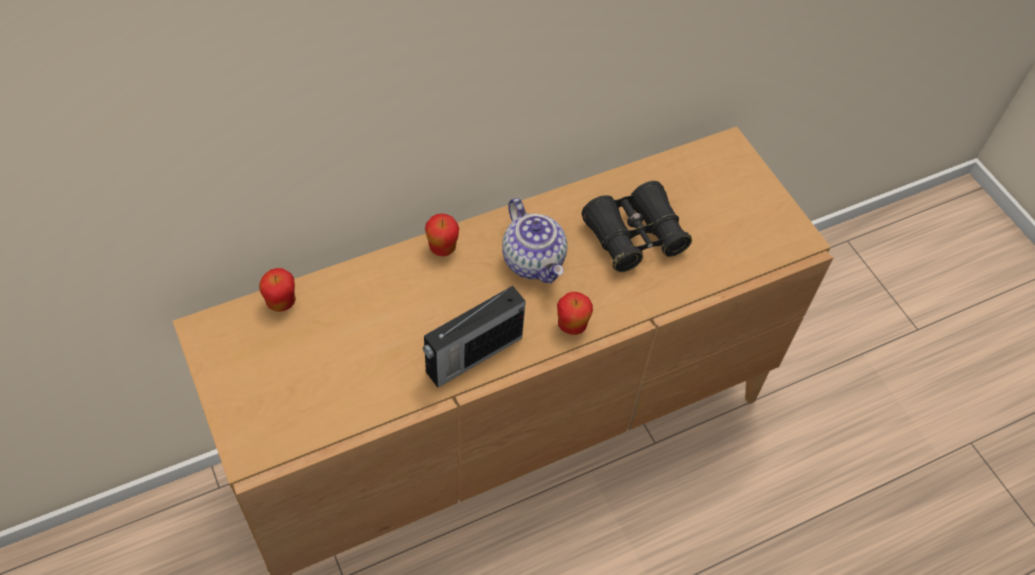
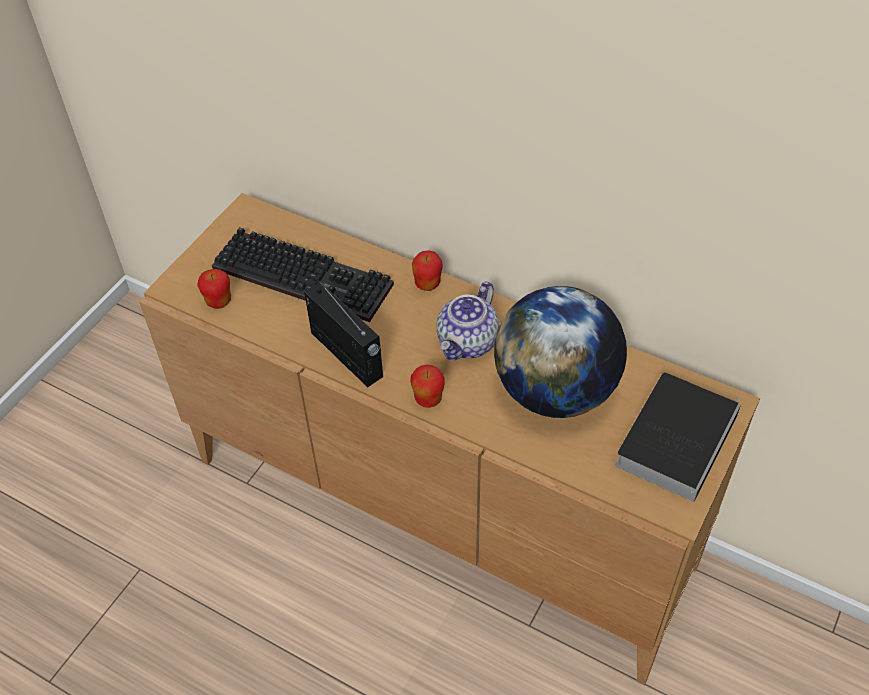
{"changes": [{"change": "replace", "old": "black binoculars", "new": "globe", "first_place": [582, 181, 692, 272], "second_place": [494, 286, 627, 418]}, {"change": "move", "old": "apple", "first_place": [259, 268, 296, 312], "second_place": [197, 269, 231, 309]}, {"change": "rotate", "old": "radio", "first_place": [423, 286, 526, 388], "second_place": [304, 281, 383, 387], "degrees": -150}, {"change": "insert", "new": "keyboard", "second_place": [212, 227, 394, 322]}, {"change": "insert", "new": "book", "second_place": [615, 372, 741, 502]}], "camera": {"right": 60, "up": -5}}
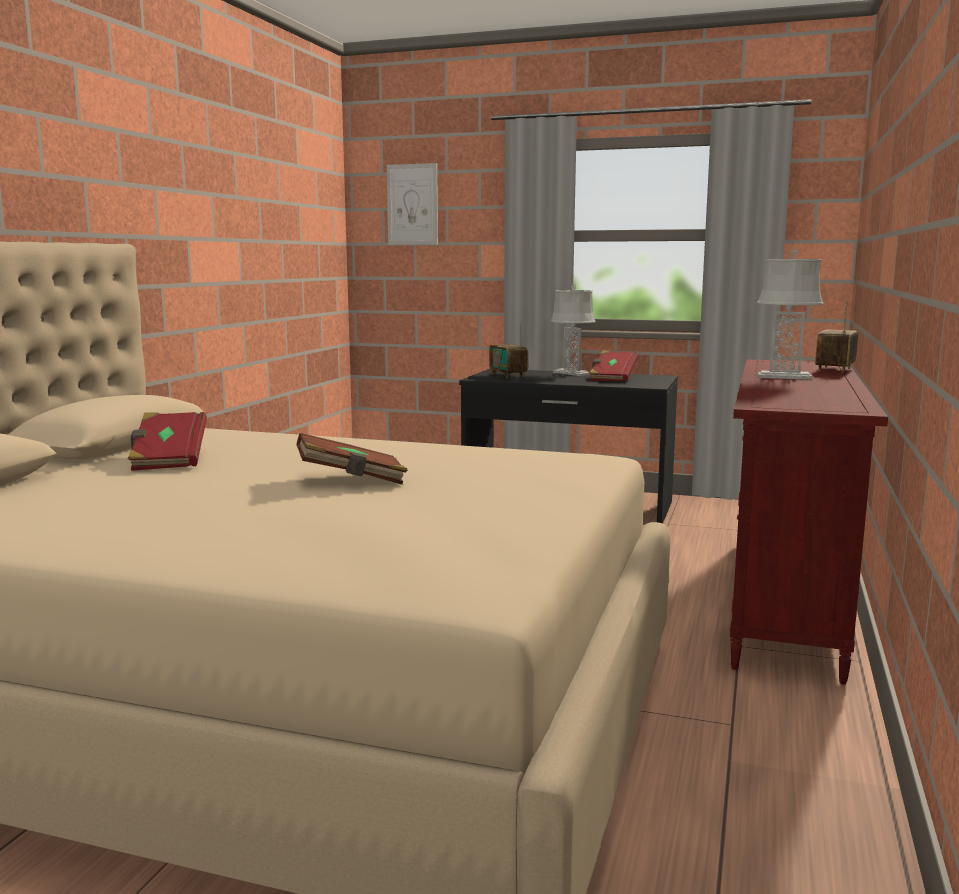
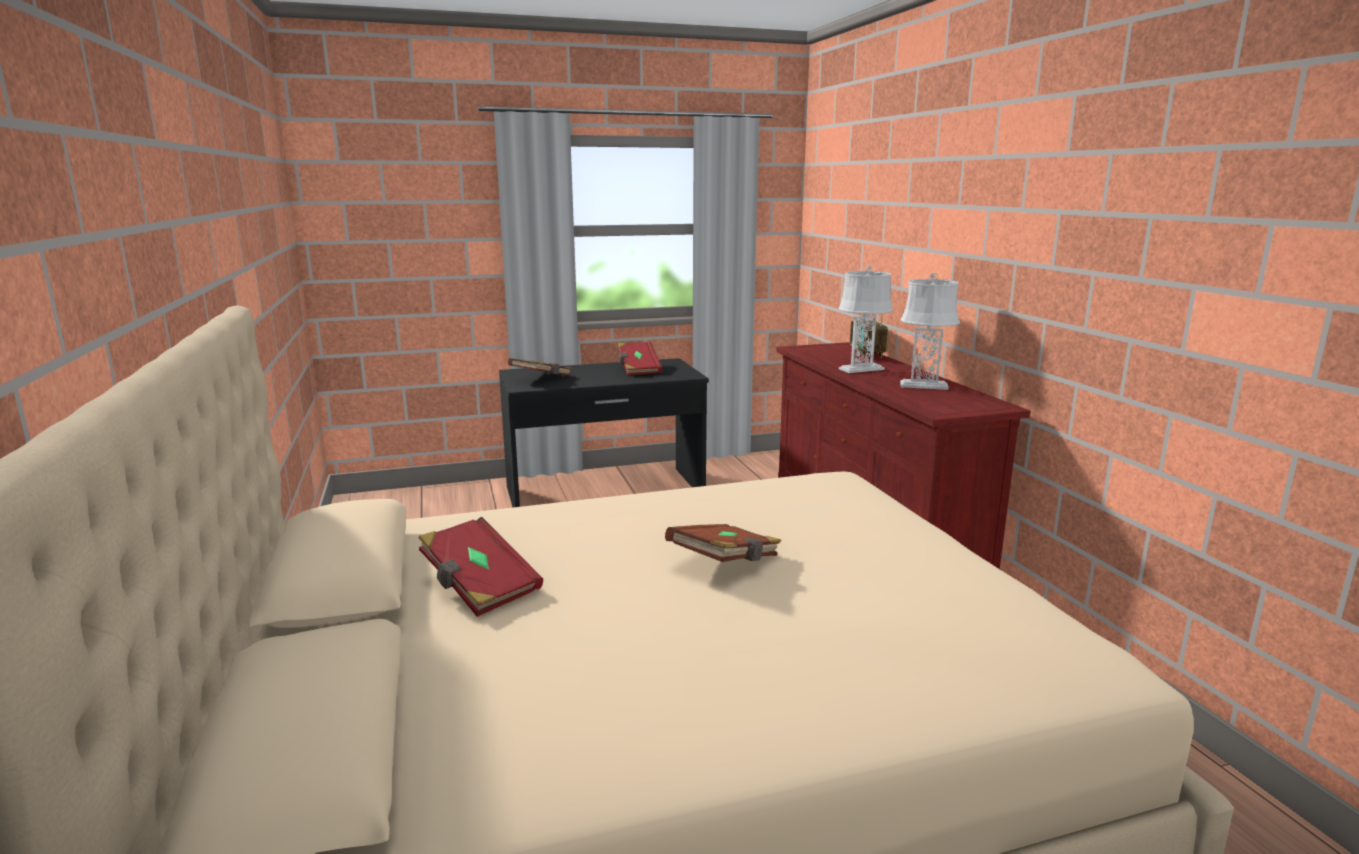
{"changes": [{"change": "delete", "old": "picture", "first_place": [387, 163, 438, 245]}, {"change": "move", "old": "grey table lamp", "first_place": [550, 284, 596, 376], "second_place": [900, 273, 960, 390]}, {"change": "replace", "old": "radio", "new": "brown book", "first_place": [489, 322, 529, 379], "second_place": [508, 358, 572, 376]}], "camera": {"right": -35, "up": 5}}
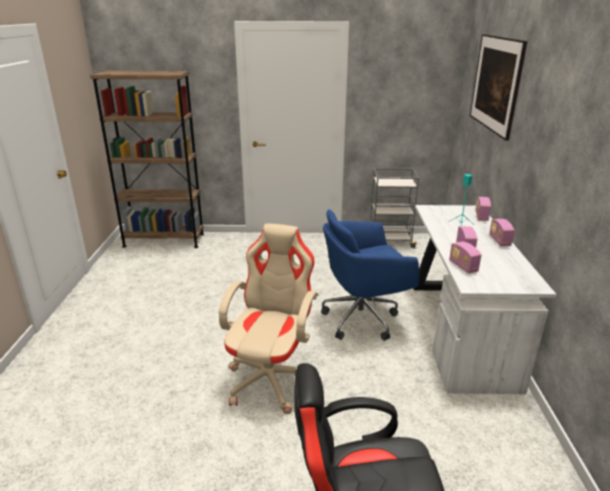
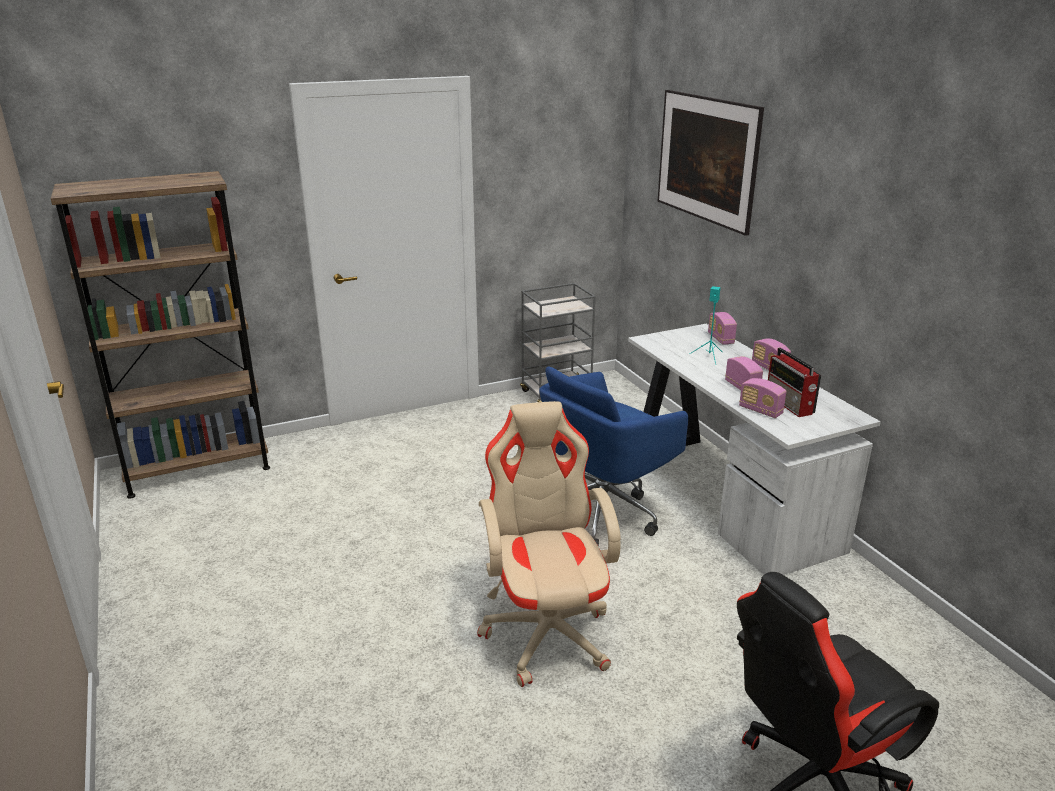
{"changes": [{"change": "insert", "new": "radio", "second_place": [768, 348, 821, 417]}], "camera": {"right": -25, "up": 0}}
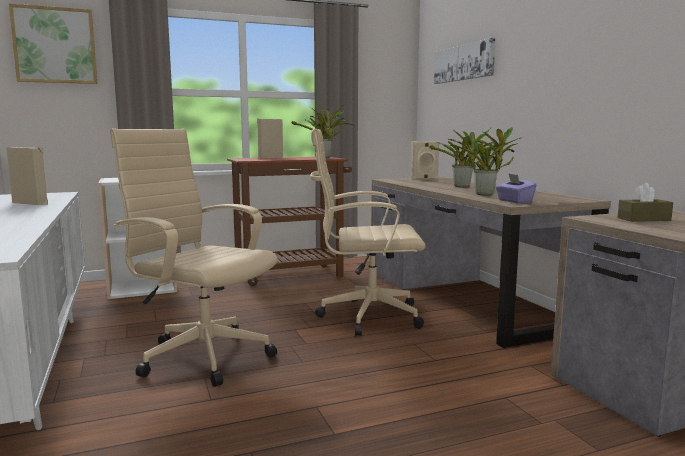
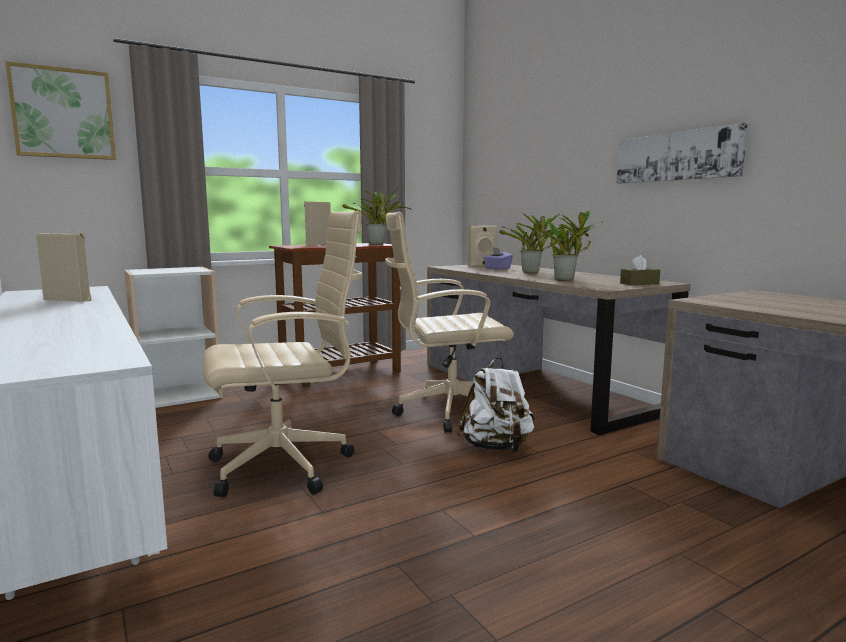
{"changes": [{"change": "move", "old": "picture", "first_place": [434, 38, 496, 84], "second_place": [617, 123, 748, 184]}, {"change": "rotate", "old": "beige office chair", "first_place": [110, 128, 278, 387], "second_place": [203, 211, 362, 498], "degrees": 135}, {"change": "move", "old": "purple tissue box", "first_place": [496, 173, 537, 203], "second_place": [483, 247, 513, 270]}, {"change": "move", "old": "brown tissue box", "first_place": [618, 183, 673, 222], "second_place": [620, 255, 660, 285]}, {"change": "insert", "new": "white backpack", "second_place": [457, 357, 535, 452]}], "camera": {"right": -10, "up": 0}}
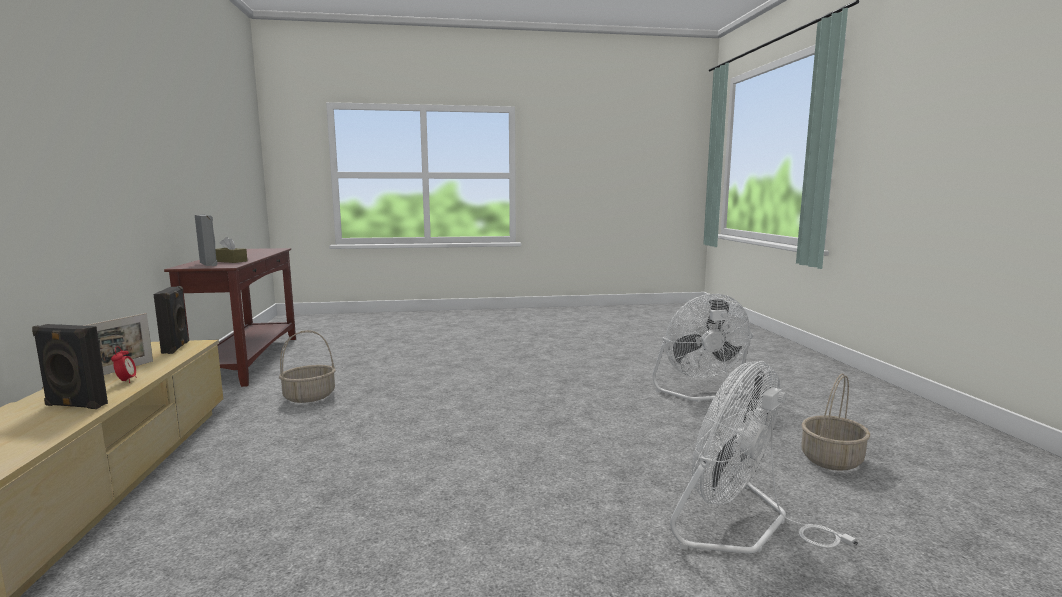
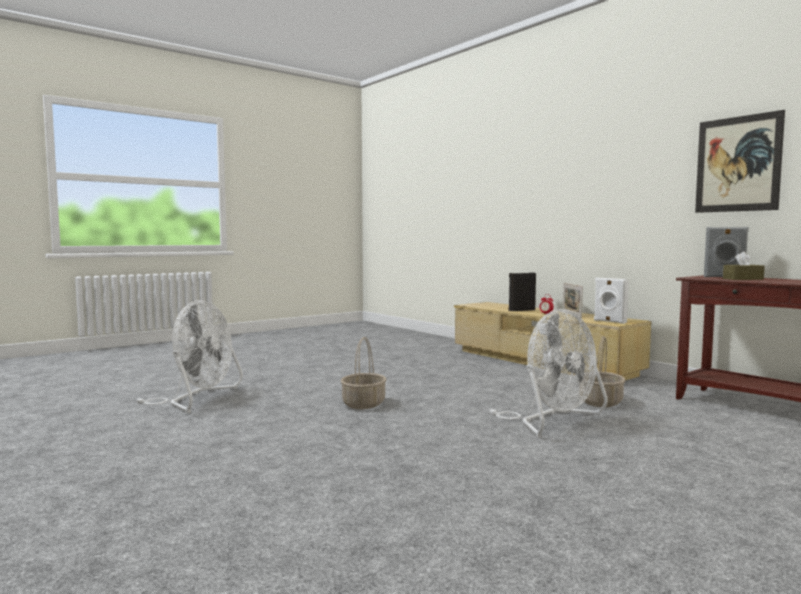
{"changes": [{"change": "recolor", "old": "black speaker", "new": "white speaker", "first_place": [153, 286, 189, 354], "second_place": [594, 278, 629, 324]}, {"change": "move", "old": "white fan", "first_place": [653, 294, 763, 414], "second_place": [489, 309, 607, 438]}, {"change": "move", "old": "basket", "first_place": [801, 374, 870, 471], "second_place": [341, 337, 387, 409]}, {"change": "insert", "new": "picture", "second_place": [695, 110, 785, 213]}], "camera": {"right": 150, "up": -5}}
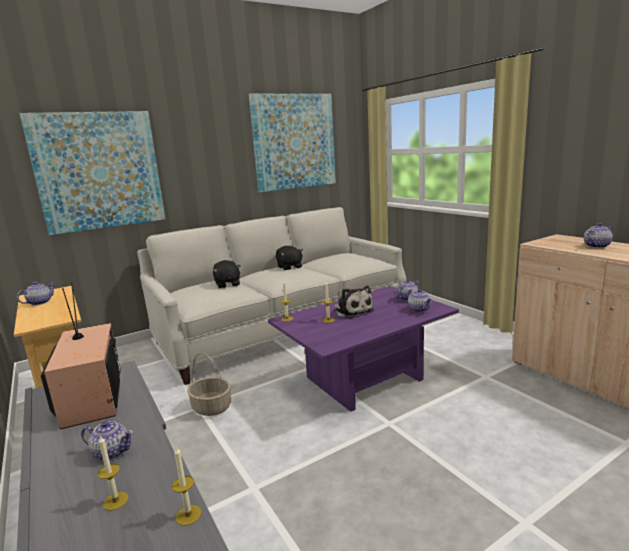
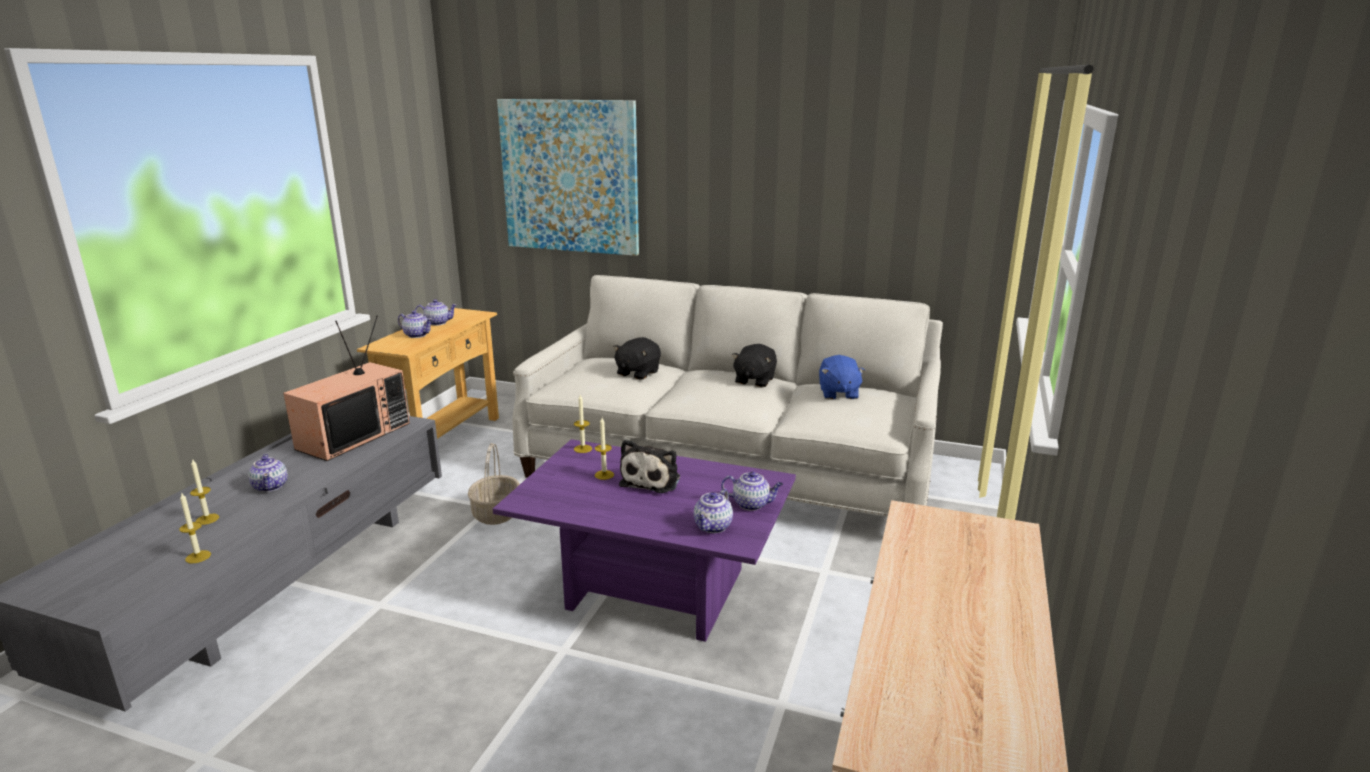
{"changes": [{"change": "delete", "old": "picture", "first_place": [249, 94, 336, 192]}, {"change": "move", "old": "teapot", "first_place": [584, 223, 613, 248], "second_place": [398, 311, 433, 338]}, {"change": "insert", "new": "blue plush toy", "second_place": [819, 355, 866, 399]}], "camera": {"right": 50, "up": 5}}
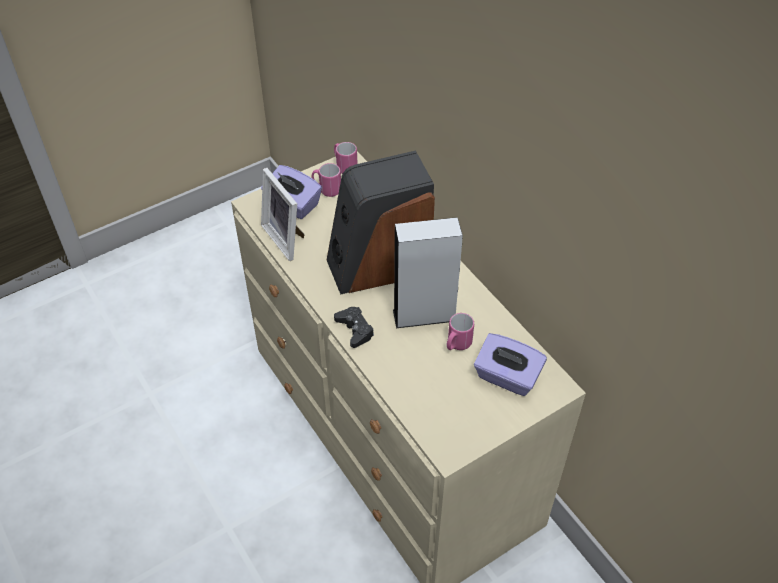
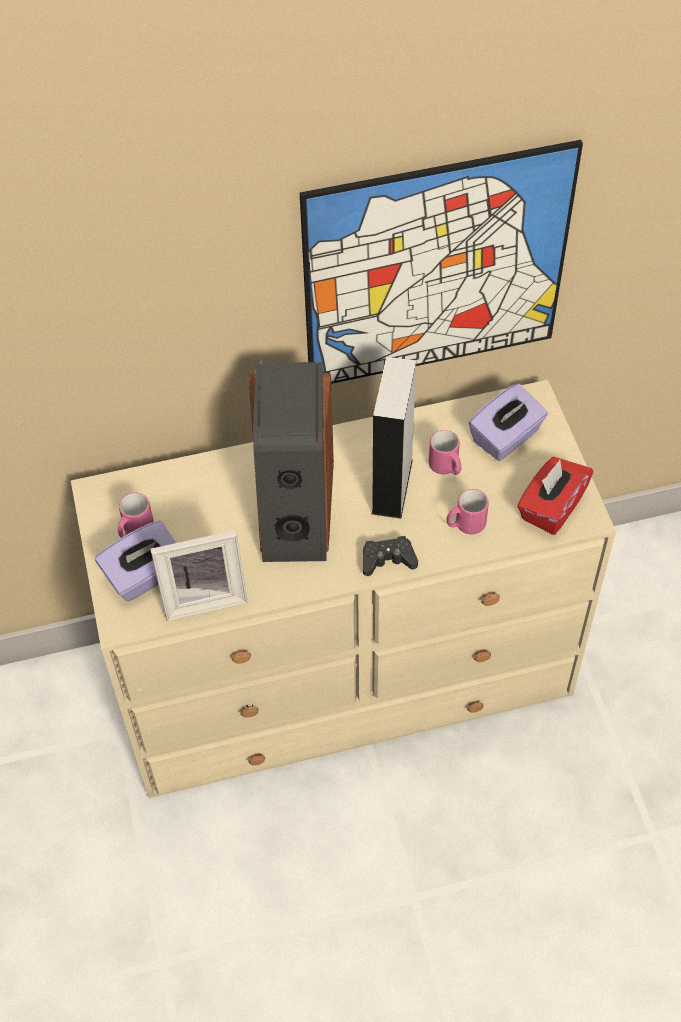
{"changes": [{"change": "move", "old": "pink mug", "first_place": [334, 142, 357, 174], "second_place": [447, 489, 489, 534]}, {"change": "insert", "new": "picture", "second_place": [300, 140, 583, 384]}, {"change": "insert", "new": "red tissue box", "second_place": [517, 457, 593, 535]}], "camera": {"right": -70, "up": 5}}
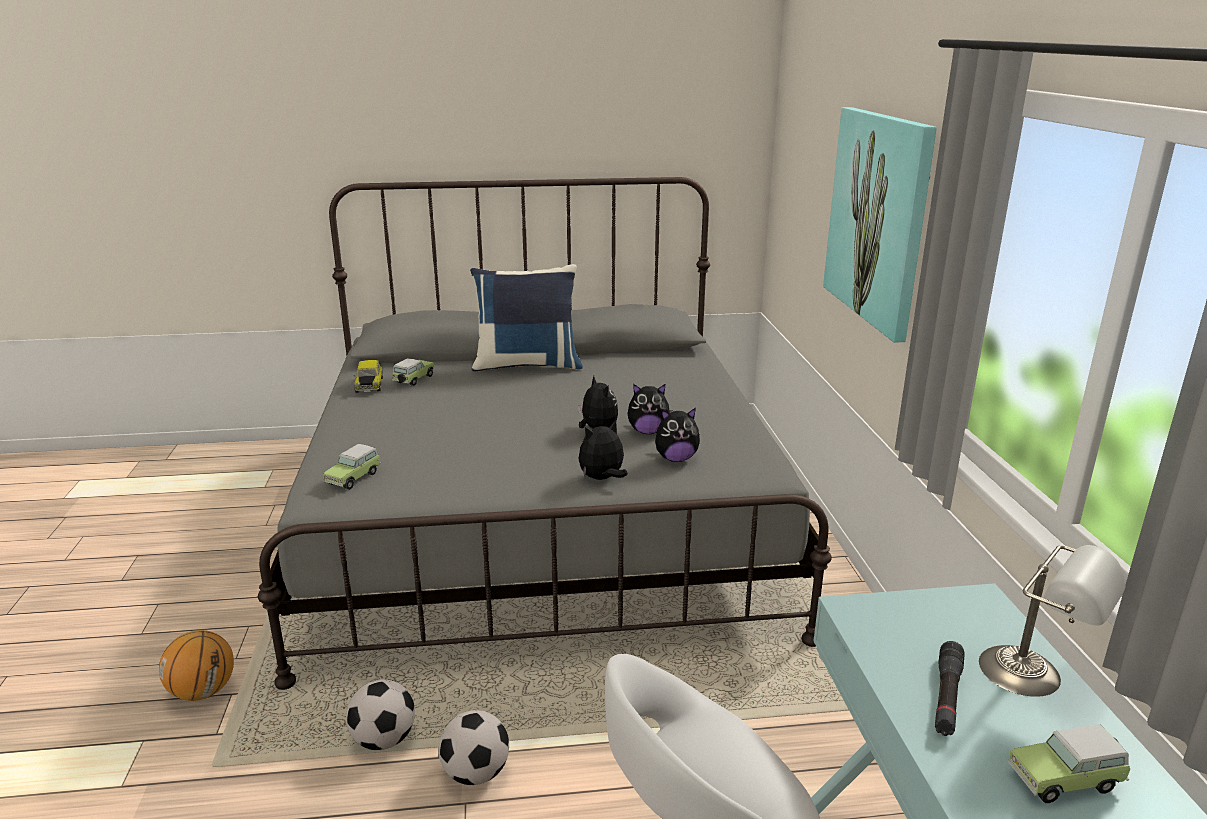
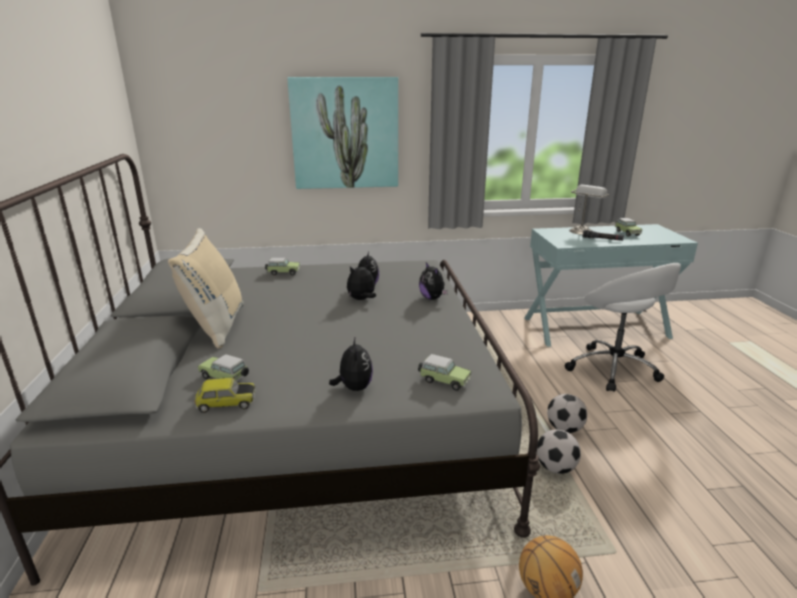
{"changes": [{"change": "recolor", "old": "blue pillow", "new": "beige pillow", "first_place": [470, 264, 583, 372], "second_place": [168, 228, 244, 349]}, {"change": "move", "old": "plush toy", "first_place": [655, 408, 700, 462], "second_place": [329, 336, 373, 391]}, {"change": "insert", "new": "toy car", "second_place": [265, 258, 300, 276]}], "camera": {"right": -90, "up": 0}}
